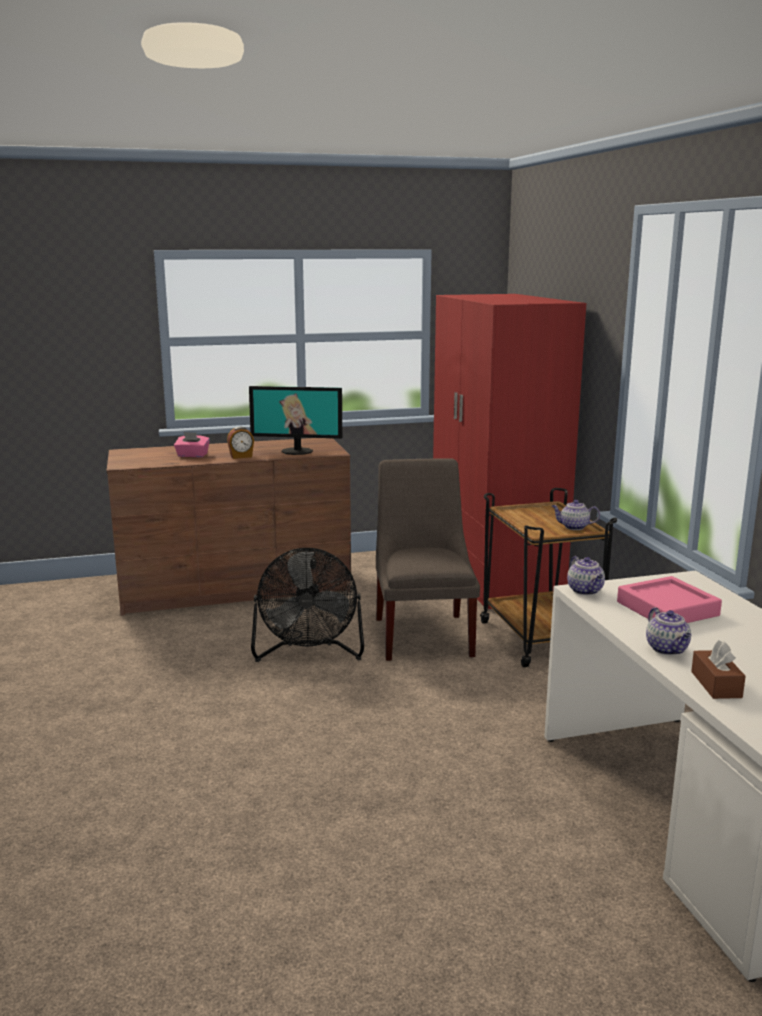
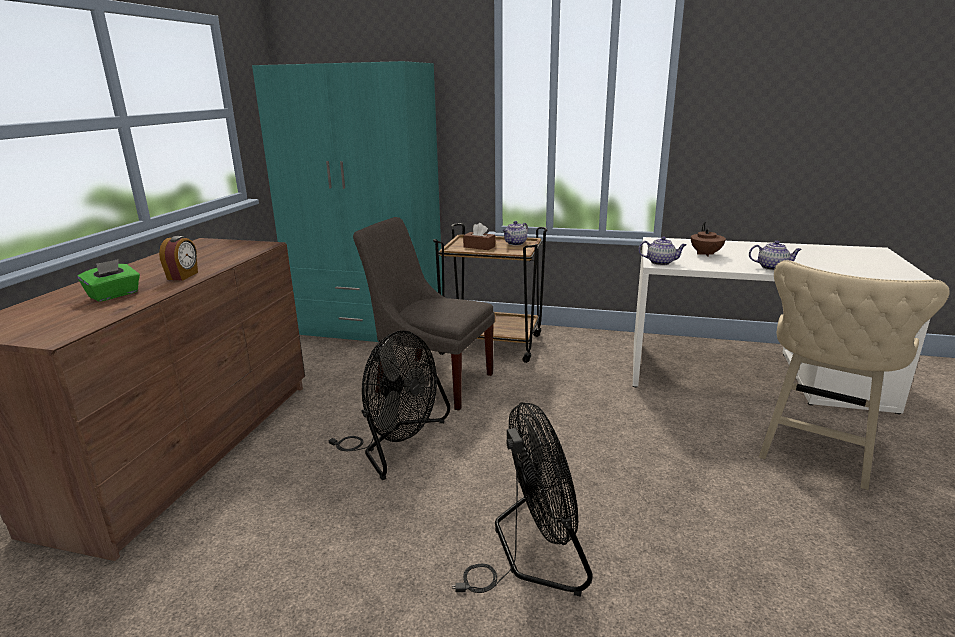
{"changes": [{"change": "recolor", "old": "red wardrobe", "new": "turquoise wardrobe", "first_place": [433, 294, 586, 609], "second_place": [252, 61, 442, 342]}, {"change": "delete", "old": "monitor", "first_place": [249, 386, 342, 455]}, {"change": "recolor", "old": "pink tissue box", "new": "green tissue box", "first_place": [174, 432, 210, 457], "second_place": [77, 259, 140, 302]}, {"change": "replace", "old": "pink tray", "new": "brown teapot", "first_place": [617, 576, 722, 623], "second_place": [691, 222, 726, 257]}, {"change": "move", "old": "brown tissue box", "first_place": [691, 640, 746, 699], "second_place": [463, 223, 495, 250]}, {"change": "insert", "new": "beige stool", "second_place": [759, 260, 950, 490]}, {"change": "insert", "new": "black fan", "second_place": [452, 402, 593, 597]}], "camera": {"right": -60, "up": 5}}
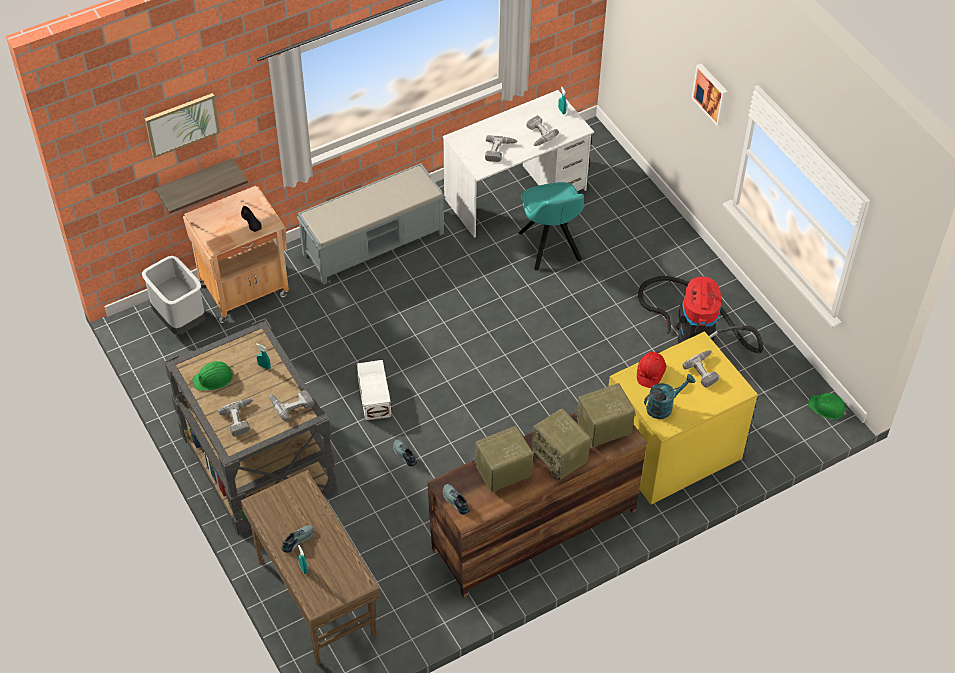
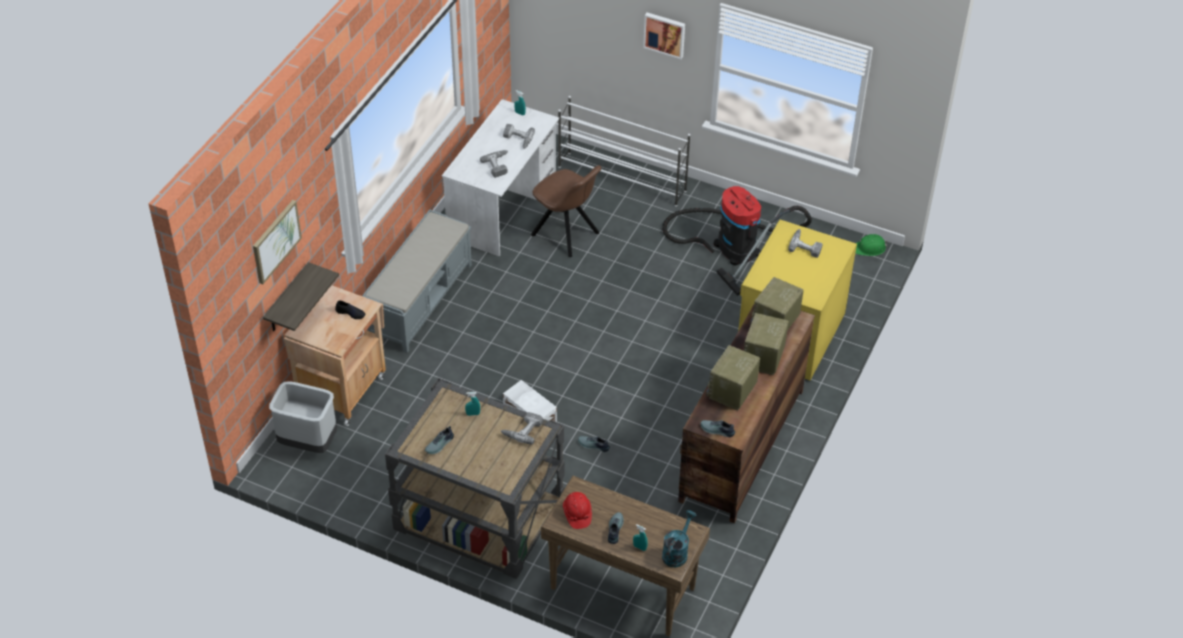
{"changes": [{"change": "recolor", "old": "turquoise chair", "new": "brown chair", "first_place": [519, 182, 584, 271], "second_place": [531, 165, 601, 257]}, {"change": "move", "old": "red hard hat", "first_place": [637, 352, 666, 388], "second_place": [563, 492, 592, 529]}, {"change": "replace", "old": "green hard hat", "new": "shoe", "first_place": [192, 361, 234, 391], "second_place": [425, 426, 454, 454]}, {"change": "move", "old": "turquoise watering can", "first_place": [644, 374, 696, 419], "second_place": [662, 510, 696, 567]}, {"change": "delete", "old": "power drill", "first_place": [218, 399, 254, 437]}, {"change": "rotate", "old": "radio", "first_place": [532, 408, 591, 480], "second_place": [744, 313, 789, 375], "degrees": 90}, {"change": "insert", "new": "white shoe rack", "second_place": [558, 96, 690, 207]}], "camera": {"right": -35, "up": -5}}
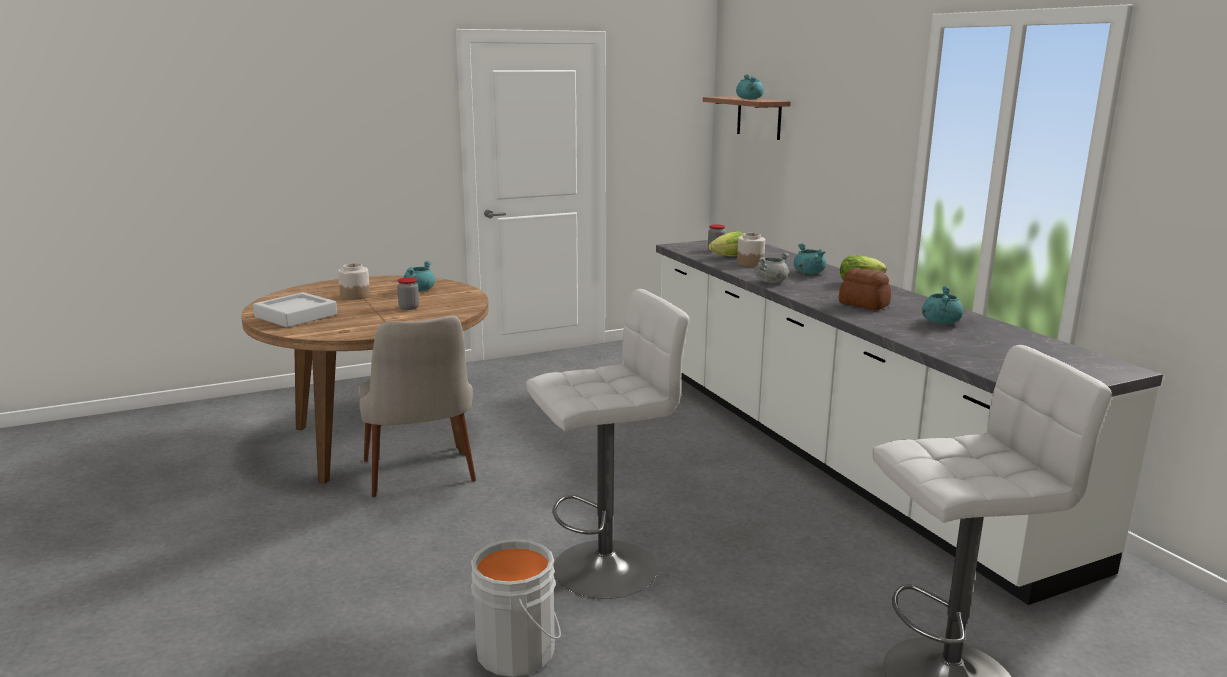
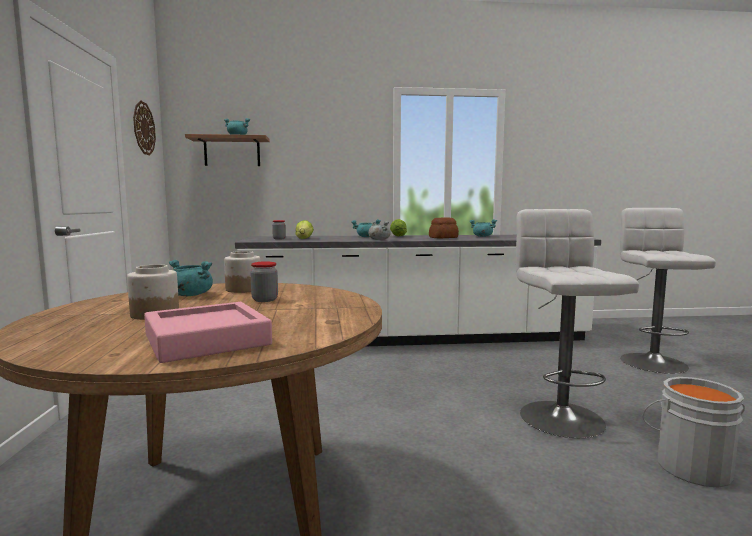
{"changes": [{"change": "move", "old": "jar", "first_place": [737, 233, 765, 267], "second_place": [224, 251, 260, 293]}, {"change": "recolor", "old": "grey tray", "new": "pink tray", "first_place": [253, 292, 337, 327], "second_place": [144, 302, 272, 363]}, {"change": "delete", "old": "beige chair", "first_place": [359, 316, 476, 497]}, {"change": "insert", "new": "wall clock", "second_place": [133, 100, 156, 155]}], "camera": {"right": -70, "up": -10}}
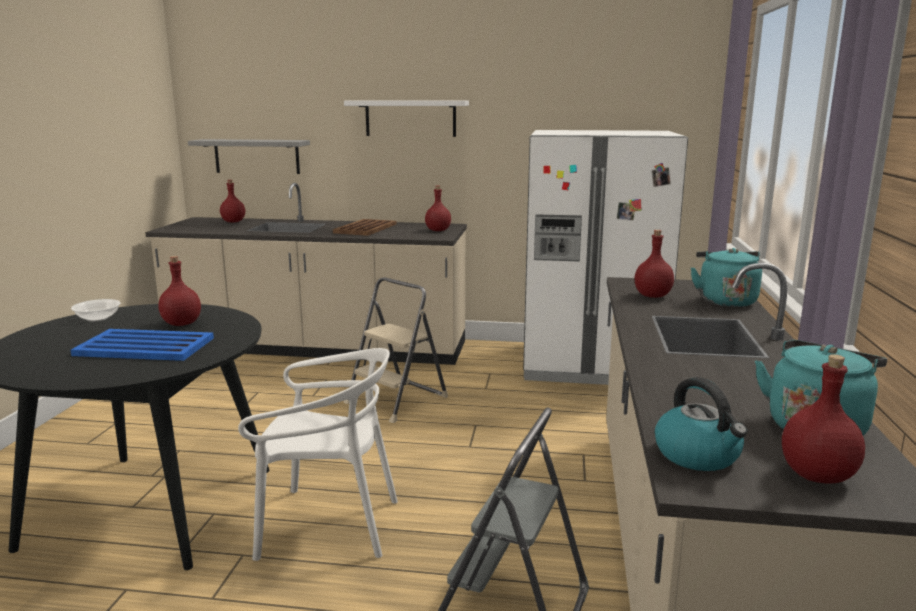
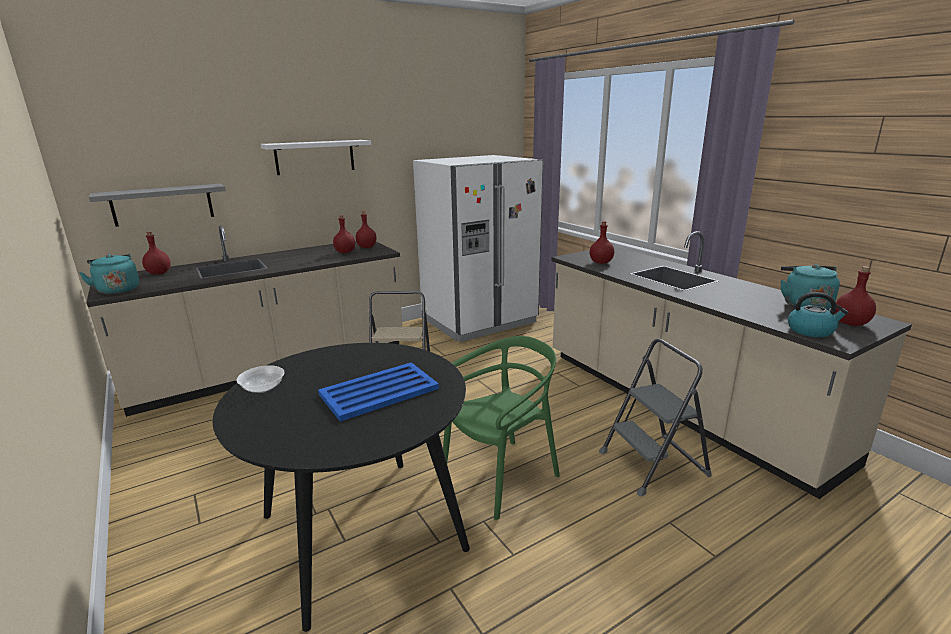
{"changes": [{"change": "delete", "old": "brown tray", "first_place": [333, 219, 396, 236]}, {"change": "move", "old": "turquoise kettle", "first_place": [691, 248, 762, 307], "second_place": [79, 253, 139, 294]}, {"change": "move", "old": "red bottle", "first_place": [158, 256, 201, 326], "second_place": [333, 215, 355, 253]}, {"change": "recolor", "old": "white chair", "new": "green chair", "first_place": [238, 348, 398, 561], "second_place": [443, 336, 560, 520]}], "camera": {"right": -40, "up": 5}}
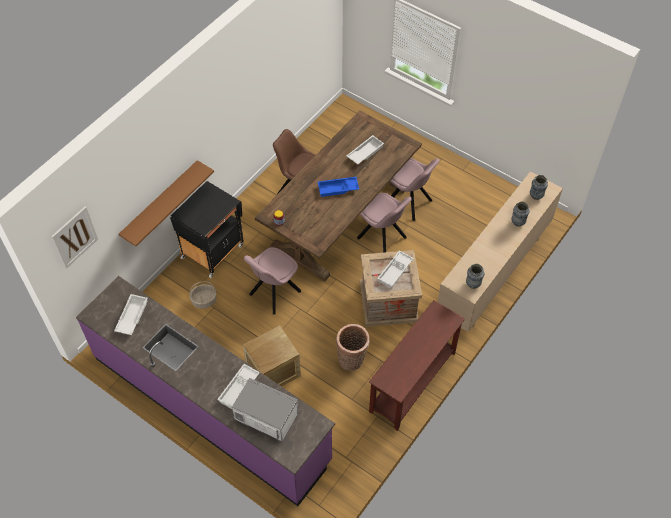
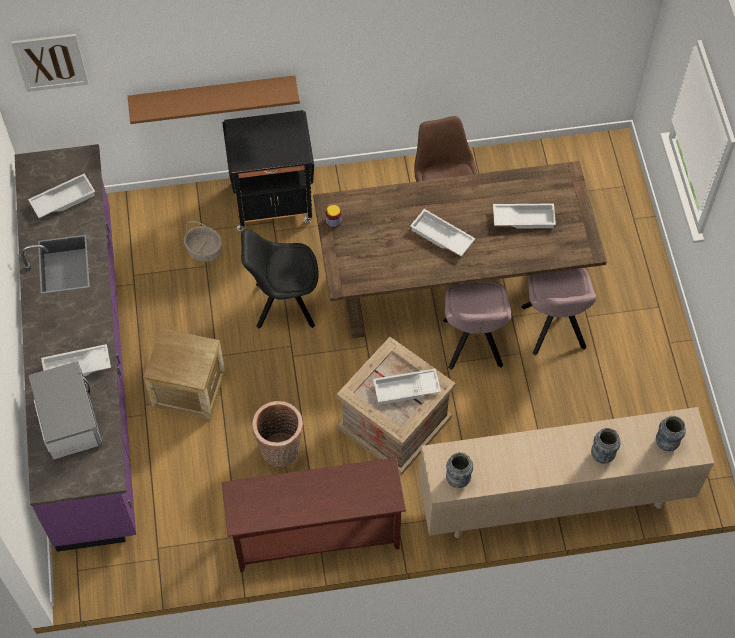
{"changes": [{"change": "recolor", "old": "blue tray", "new": "white tray", "first_place": [318, 177, 359, 197], "second_place": [410, 209, 475, 256]}, {"change": "recolor", "old": "pink chair", "new": "black chair", "first_place": [244, 247, 301, 314], "second_place": [241, 229, 319, 329]}], "camera": {"right": 45, "up": 5}}
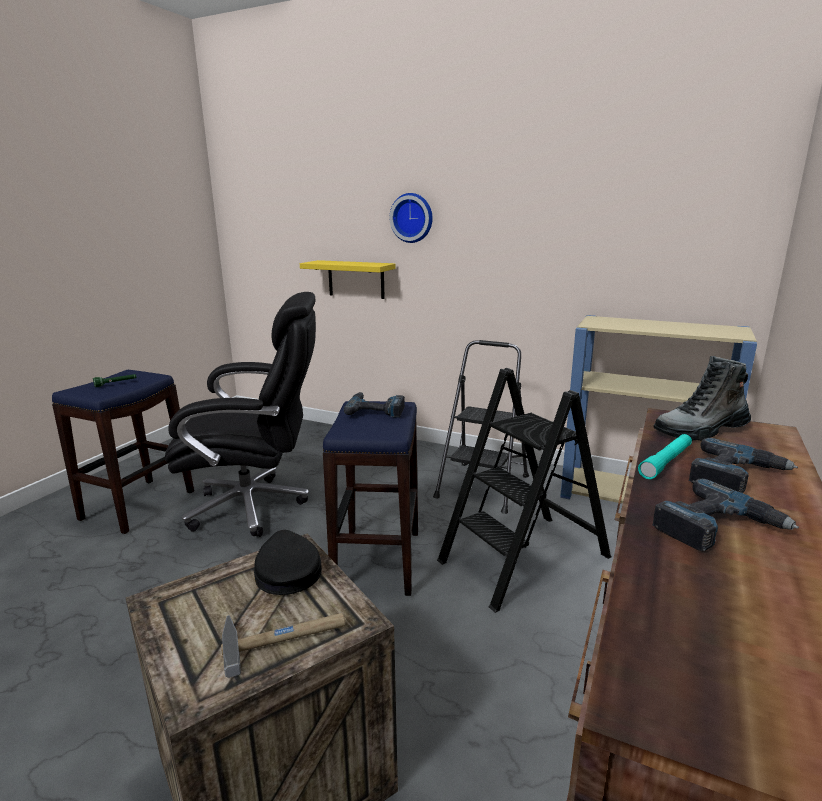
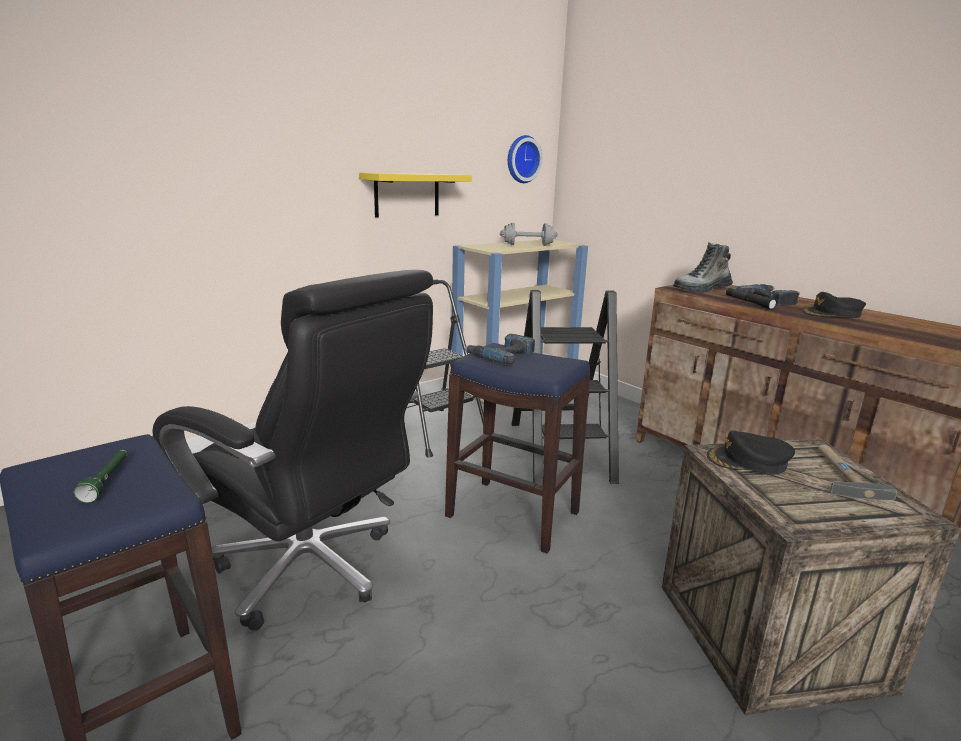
{"changes": [{"change": "move", "old": "wall clock", "first_place": [390, 193, 433, 243], "second_place": [508, 135, 543, 183]}, {"change": "move", "old": "yellow shelf", "first_place": [300, 260, 396, 299], "second_place": [359, 173, 472, 217]}, {"change": "rotate", "old": "black office chair", "first_place": [165, 292, 316, 537], "second_place": [153, 269, 433, 631], "degrees": 105}, {"change": "rotate", "old": "boot", "first_place": [654, 356, 751, 441], "second_place": [673, 242, 733, 293], "degrees": 60}, {"change": "recolor", "old": "turquoise flashlight", "new": "black flashlight", "first_place": [638, 434, 692, 479], "second_place": [726, 288, 778, 310]}, {"change": "replace", "old": "power drill", "new": "black cap", "first_place": [653, 479, 799, 551], "second_place": [802, 292, 866, 318]}, {"change": "insert", "new": "grey dumbbell", "second_place": [500, 223, 558, 246]}], "camera": {"right": -65, "up": 0}}
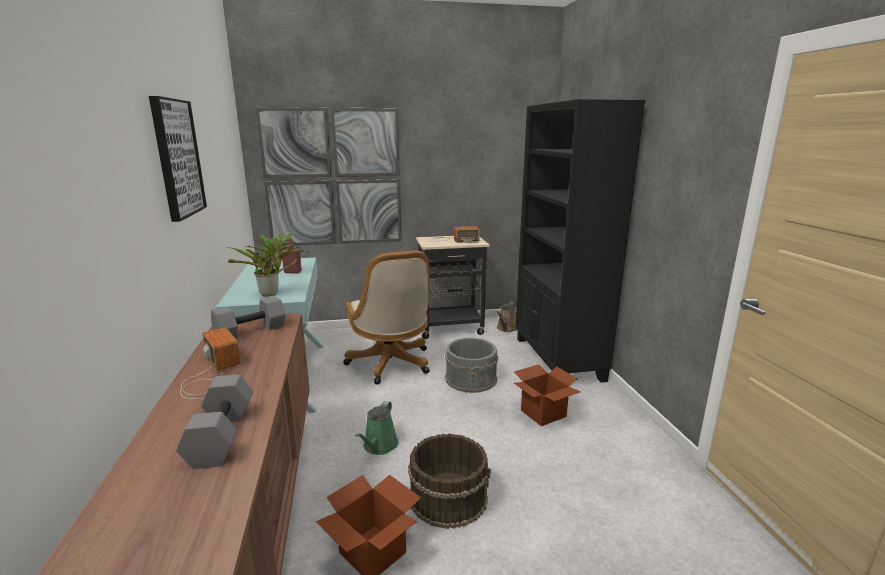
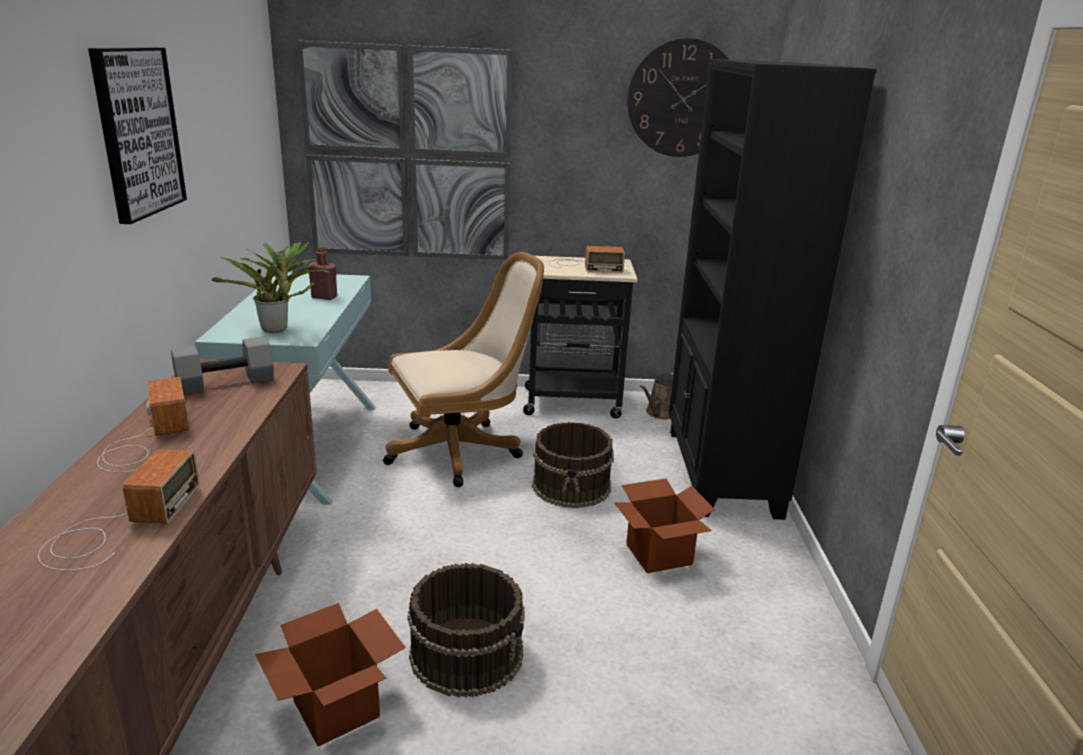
{"changes": [{"change": "rotate", "old": "office chair", "first_place": [343, 250, 430, 385], "second_place": [383, 252, 544, 487], "degrees": -105}, {"change": "recolor", "old": "grey bucket", "new": "brown bucket", "first_place": [445, 338, 498, 393], "second_place": [532, 422, 614, 508]}, {"change": "replace", "old": "grey dumbbell", "new": "radio", "first_place": [176, 374, 253, 469], "second_place": [38, 449, 199, 571]}, {"change": "delete", "old": "green watering can", "first_place": [355, 401, 399, 455]}, {"change": "insert", "new": "wall clock", "second_place": [627, 38, 729, 157]}], "camera": {"right": 10, "up": 5}}
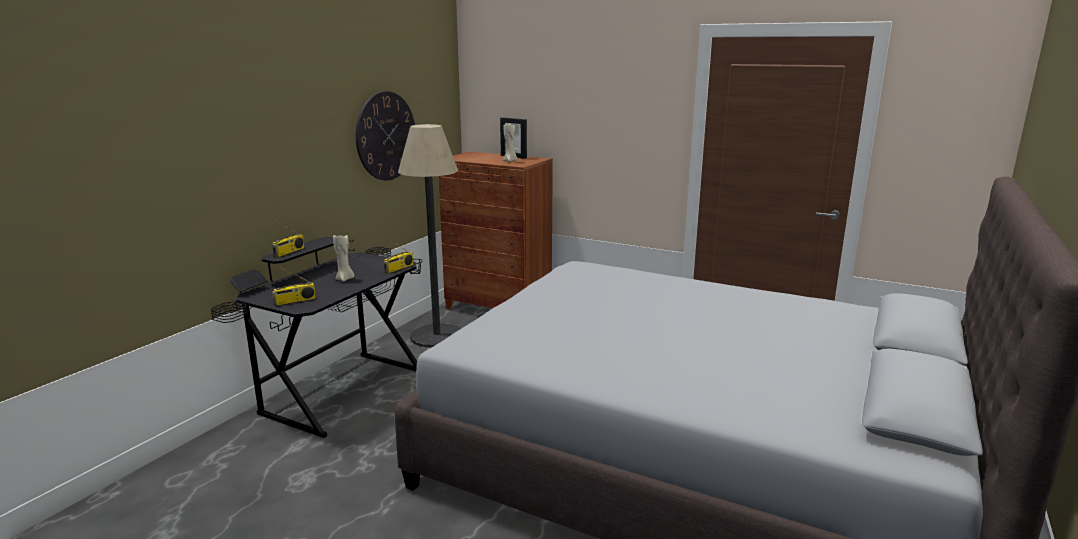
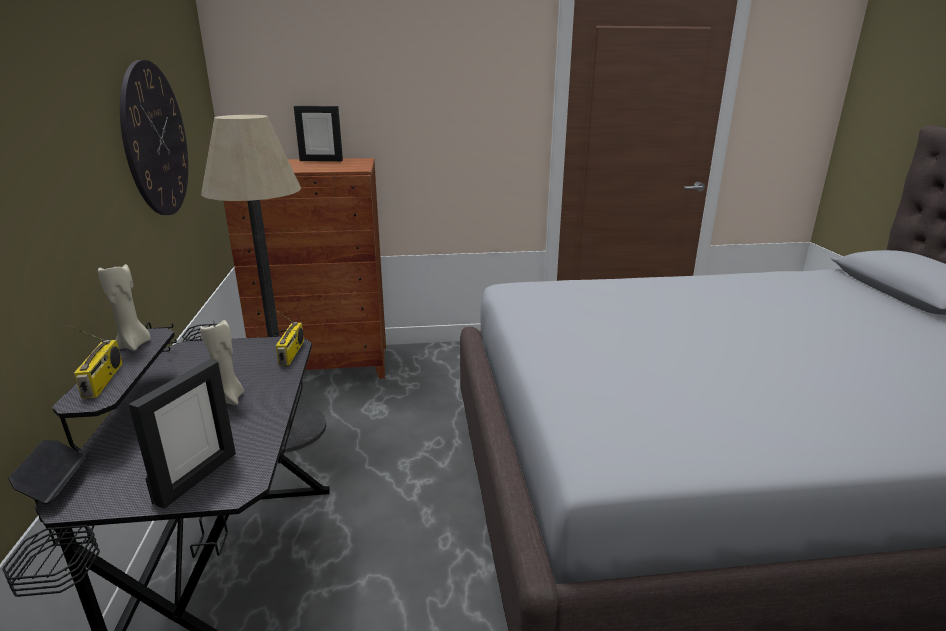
{"changes": [{"change": "move", "old": "beige candle", "first_place": [503, 124, 517, 162], "second_place": [98, 261, 151, 351]}, {"change": "replace", "old": "radio", "new": "picture frame", "first_place": [272, 266, 316, 306], "second_place": [128, 360, 236, 509]}], "camera": {"right": -35, "up": 5}}
